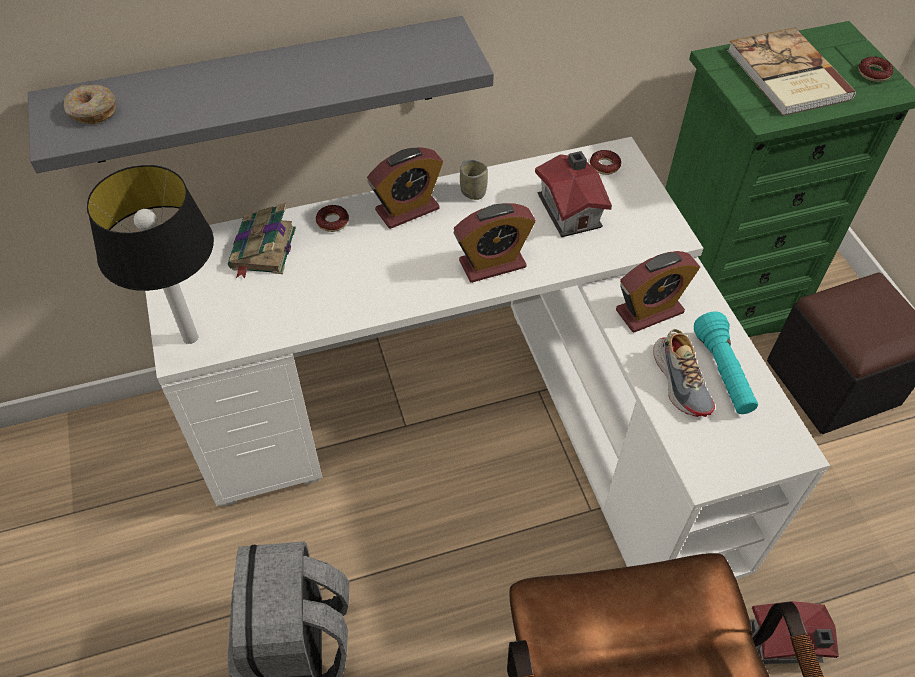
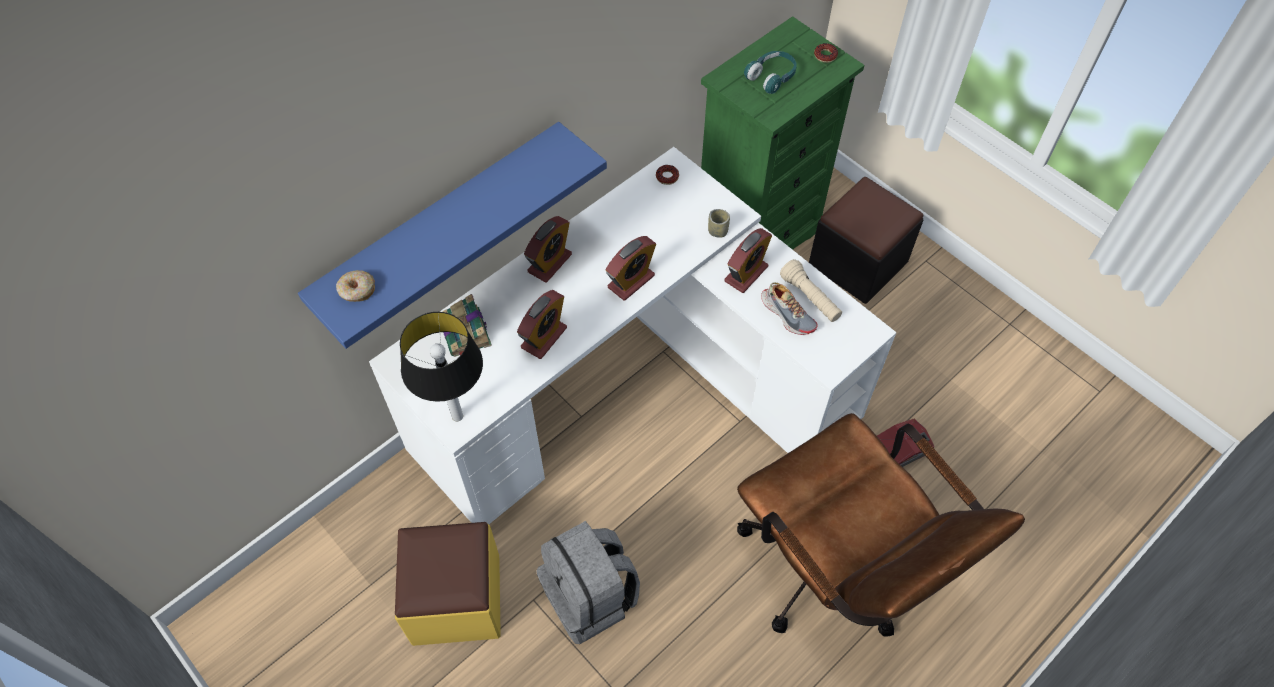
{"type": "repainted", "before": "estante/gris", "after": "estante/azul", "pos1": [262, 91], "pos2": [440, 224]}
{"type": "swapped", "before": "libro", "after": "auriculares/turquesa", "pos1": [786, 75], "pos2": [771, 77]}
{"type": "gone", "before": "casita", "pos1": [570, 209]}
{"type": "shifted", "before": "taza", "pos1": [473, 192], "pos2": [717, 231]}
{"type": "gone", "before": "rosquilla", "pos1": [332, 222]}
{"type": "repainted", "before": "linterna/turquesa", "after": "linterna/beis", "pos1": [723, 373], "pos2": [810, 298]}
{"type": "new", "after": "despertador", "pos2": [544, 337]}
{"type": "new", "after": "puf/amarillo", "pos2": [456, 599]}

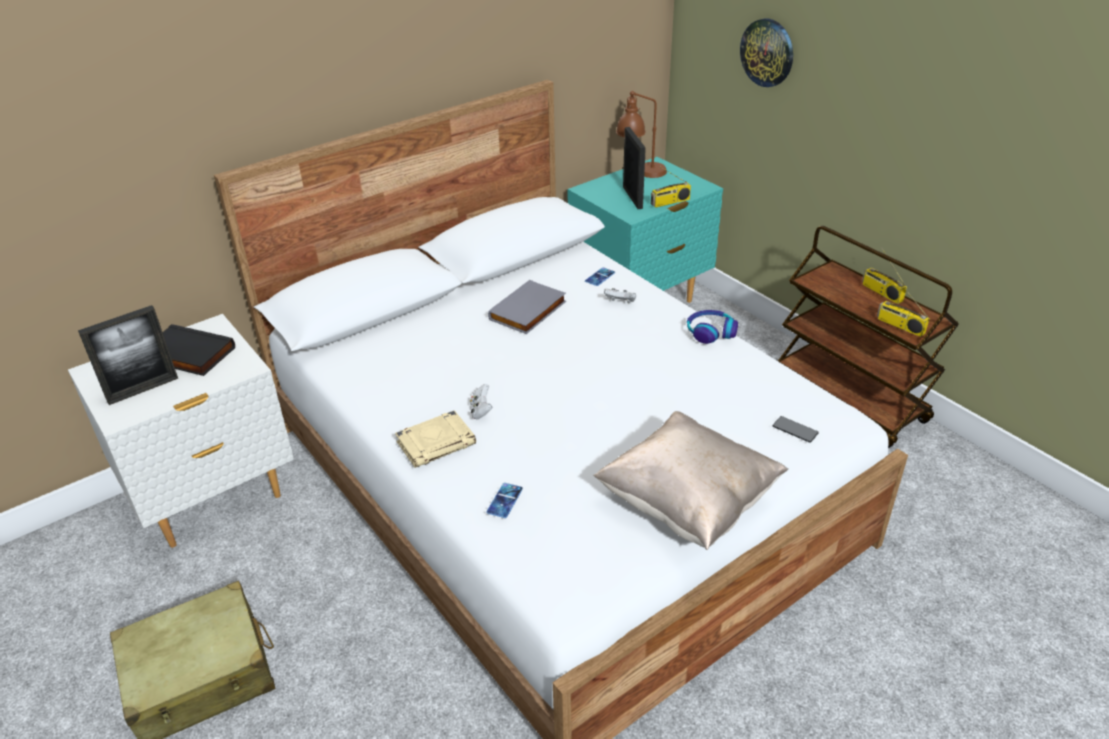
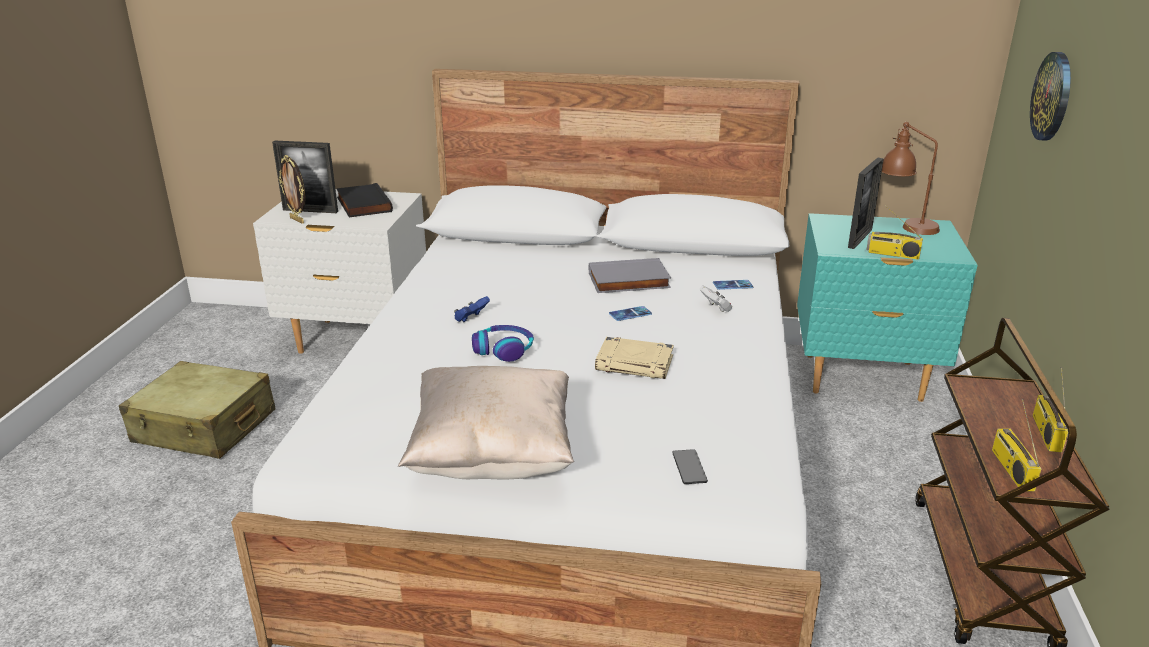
{"type": "shifted", "before": "auriculares", "pos1": [710, 332], "pos2": [504, 349]}
{"type": "repainted", "before": "mando de consola/blanco", "after": "mando de consola/azul", "pos1": [481, 411], "pos2": [471, 319]}
{"type": "shifted", "before": "libro/beis", "pos1": [436, 443], "pos2": [635, 363]}
{"type": "shifted", "before": "móvil", "pos1": [504, 500], "pos2": [630, 314]}
{"type": "new", "after": "portarretratos", "pos2": [298, 220]}

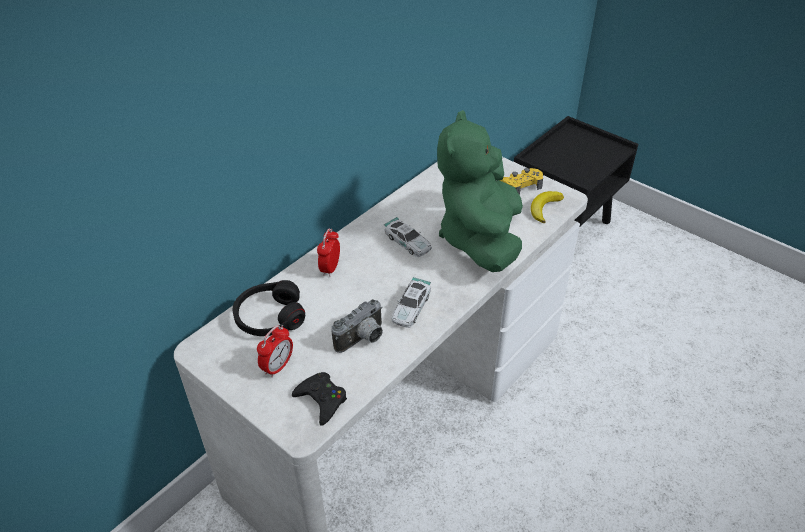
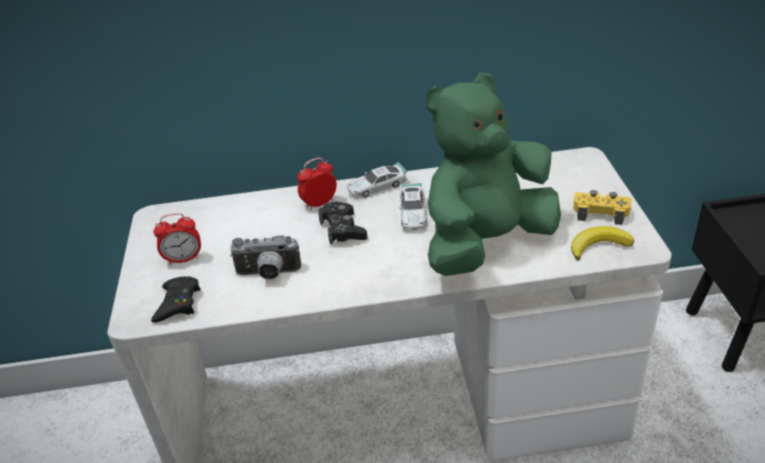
{"type": "shifted", "before": "coche de juguete", "pos1": [411, 307], "pos2": [377, 186]}
{"type": "gone", "before": "auriculares/negro", "pos1": [269, 317]}
{"type": "new", "after": "mando de consola/negro", "pos2": [342, 229]}

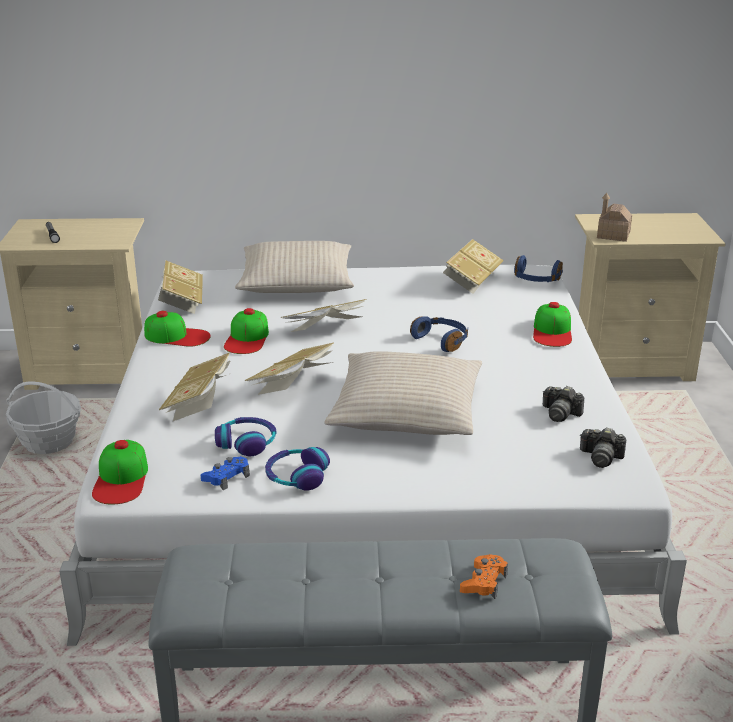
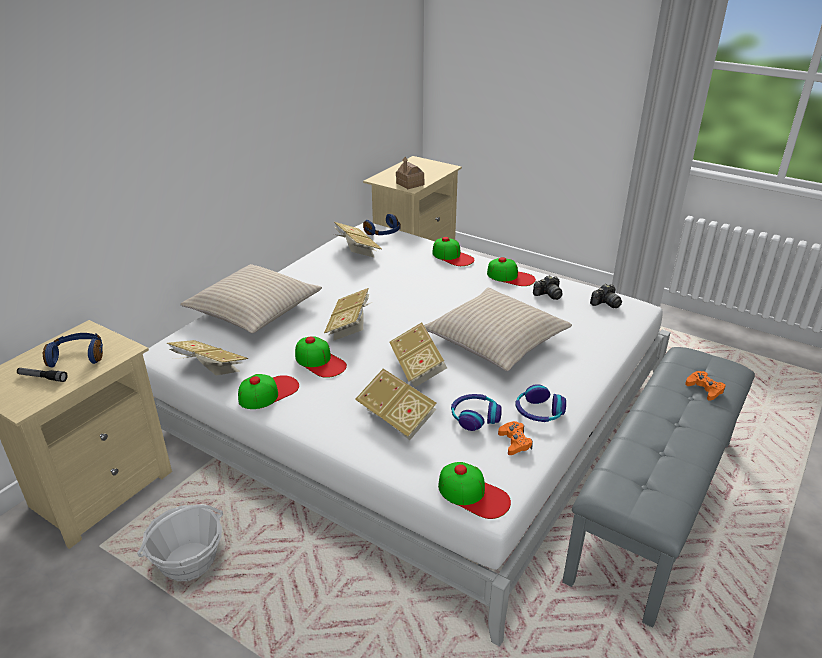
{"type": "shifted", "before": "auriculares/azul", "pos1": [442, 341], "pos2": [78, 356]}
{"type": "repainted", "before": "mando de consola/azul", "after": "mando de consola/naranja", "pos1": [226, 477], "pos2": [514, 442]}
{"type": "new", "after": "gorra", "pos2": [511, 276]}

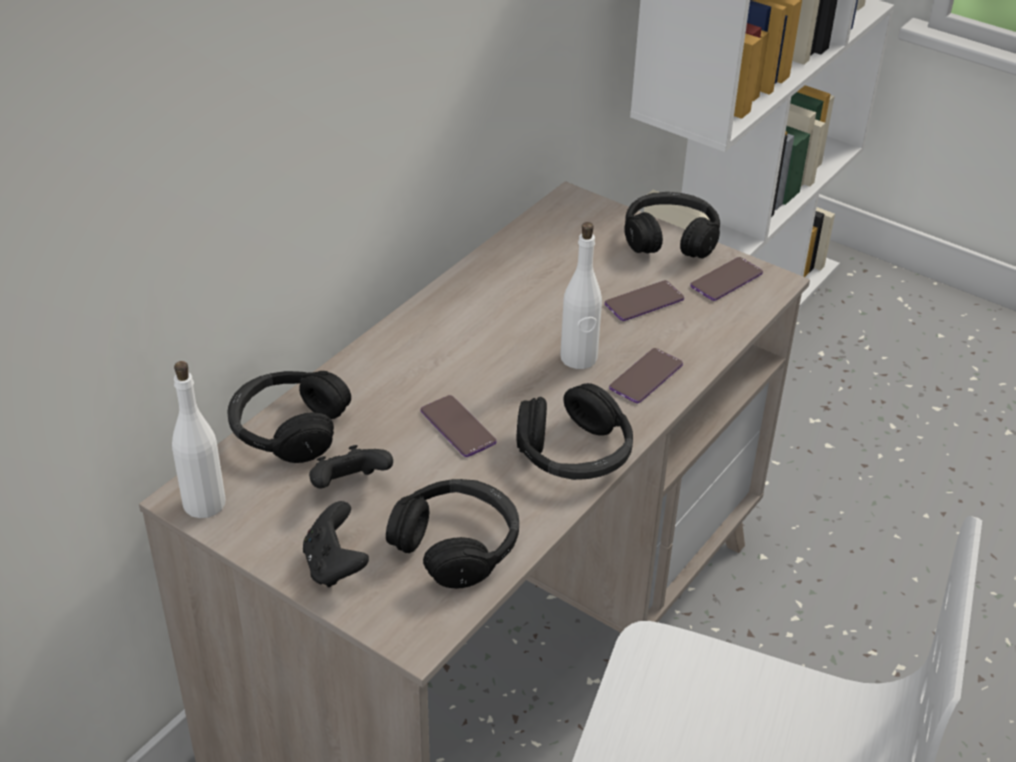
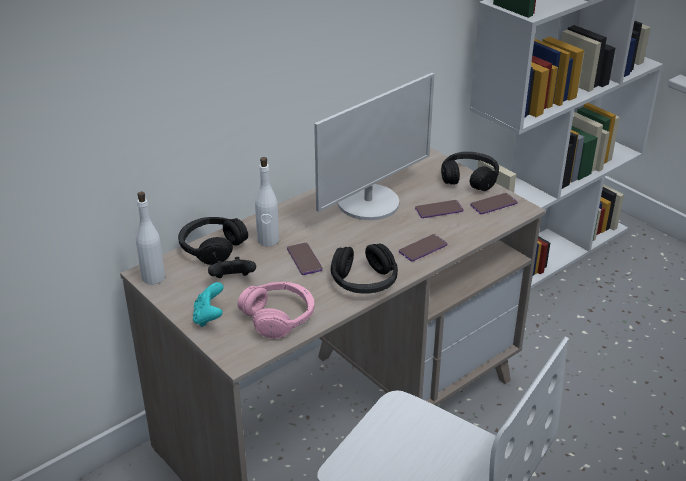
{"type": "shifted", "before": "botella/blanco", "pos1": [579, 358], "pos2": [268, 240]}
{"type": "repainted", "before": "auriculares/negro", "after": "auriculares/rosa", "pos1": [457, 544], "pos2": [279, 317]}
{"type": "repainted", "before": "mando de consola/negro", "after": "mando de consola/turquesa", "pos1": [334, 565], "pos2": [209, 317]}
{"type": "new", "after": "monitor", "pos2": [369, 203]}

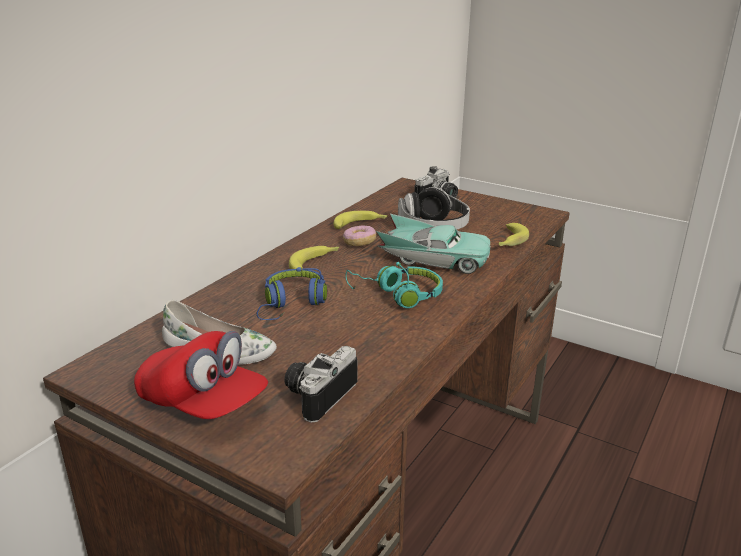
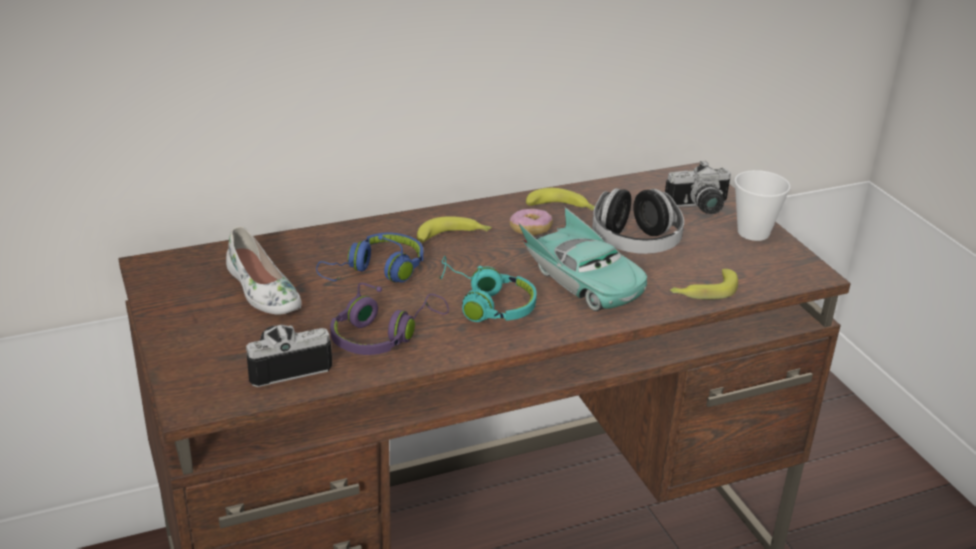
{"type": "gone", "before": "gorra/rojo", "pos1": [203, 403]}
{"type": "new", "after": "taza", "pos2": [753, 232]}
{"type": "new", "after": "auriculares/morado", "pos2": [383, 335]}

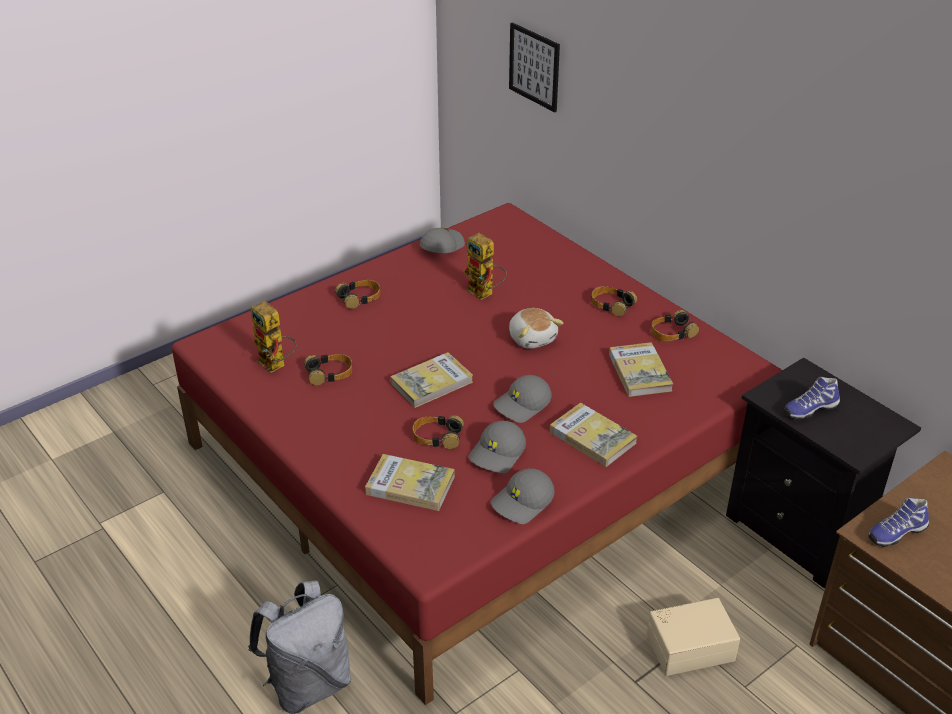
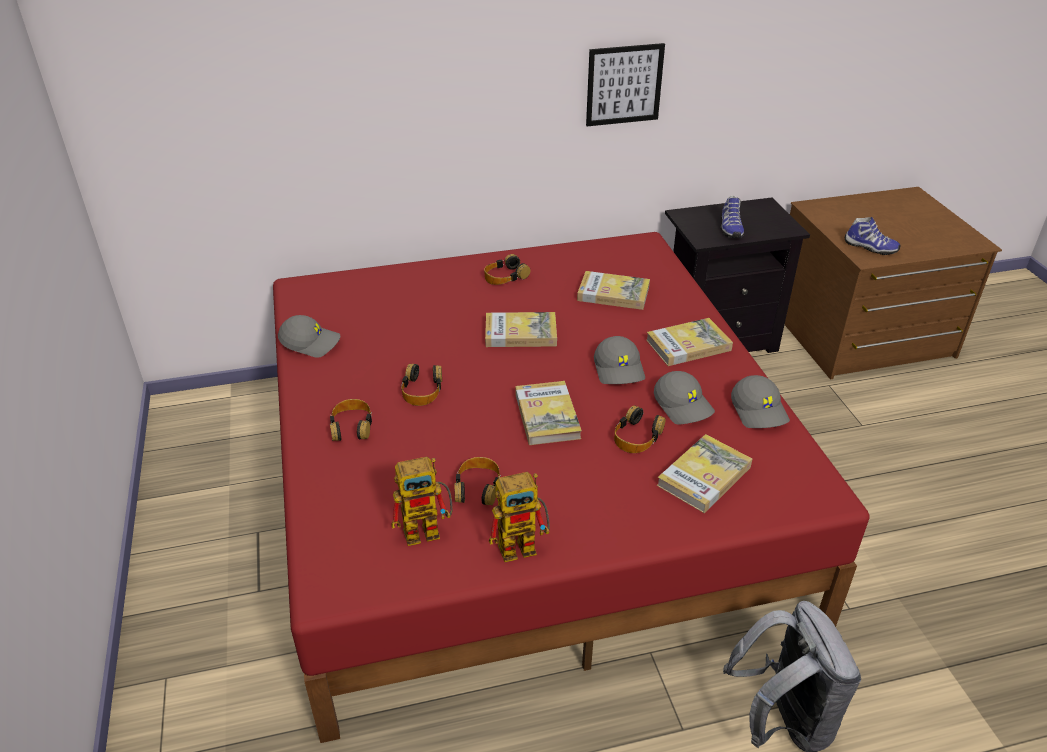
{"type": "shifted", "before": "cuadro", "pos1": [534, 67], "pos2": [624, 84]}
{"type": "rotated", "before": "gorra/gris", "pos1": [441, 246], "pos2": [311, 342], "turn": 135}
{"type": "shifted", "before": "robot de juguete", "pos1": [485, 293], "pos2": [524, 544]}
{"type": "swapped", "before": "peluche", "after": "libro", "pos1": [532, 338], "pos2": [520, 333]}
{"type": "shifted", "before": "auriculares", "pos1": [672, 332], "pos2": [422, 390]}
{"type": "rotated", "before": "zapato", "pos1": [896, 532], "pos2": [870, 248], "turn": -60}
{"type": "gone", "before": "caja de almacenaje/beis", "pos1": [689, 645]}

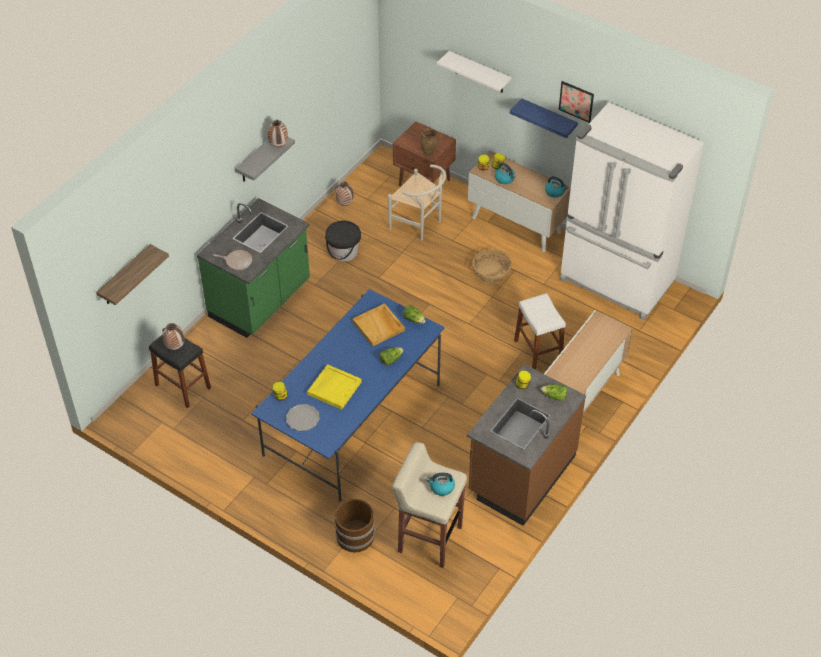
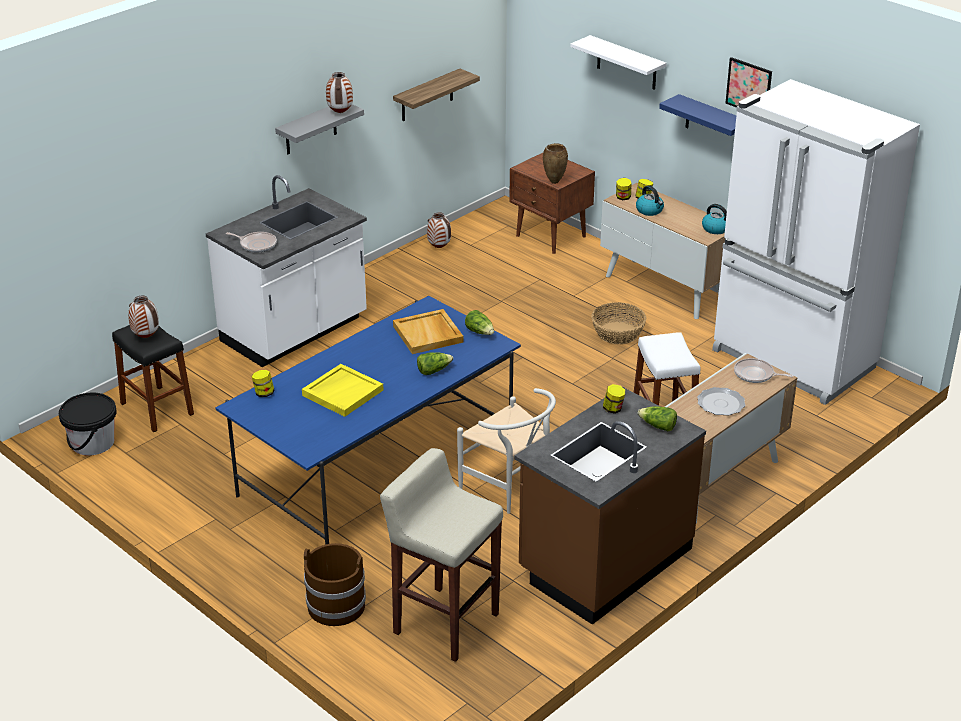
{"type": "shifted", "before": "silla/blanco", "pos1": [419, 225], "pos2": [510, 490]}
{"type": "repainted", "before": "mueble bajo de cocina/verde", "after": "mueble bajo de cocina/blanco", "pos1": [261, 301], "pos2": [295, 331]}
{"type": "shifted", "before": "cubo/negro", "pos1": [343, 252], "pos2": [92, 443]}
{"type": "shifted", "before": "estante", "pos1": [125, 276], "pos2": [427, 96]}
{"type": "shifted", "before": "plato", "pos1": [303, 419], "pos2": [721, 404]}
{"type": "gone", "before": "hervidor", "pos1": [441, 487]}
{"type": "new", "after": "sartén", "pos2": [756, 374]}

